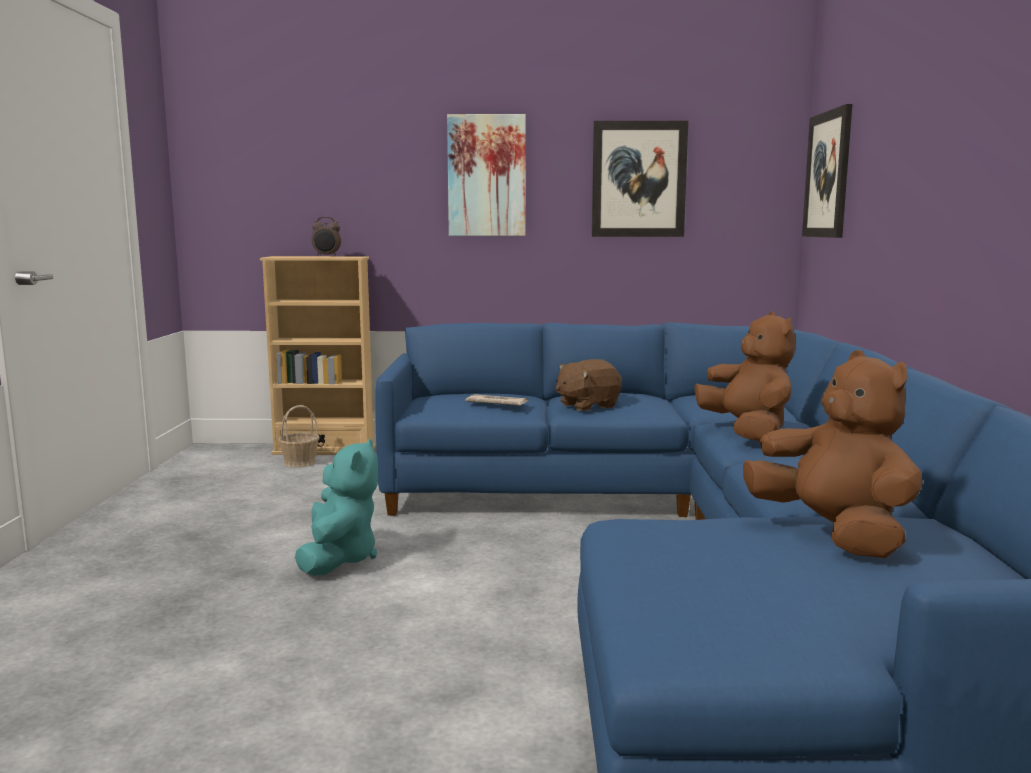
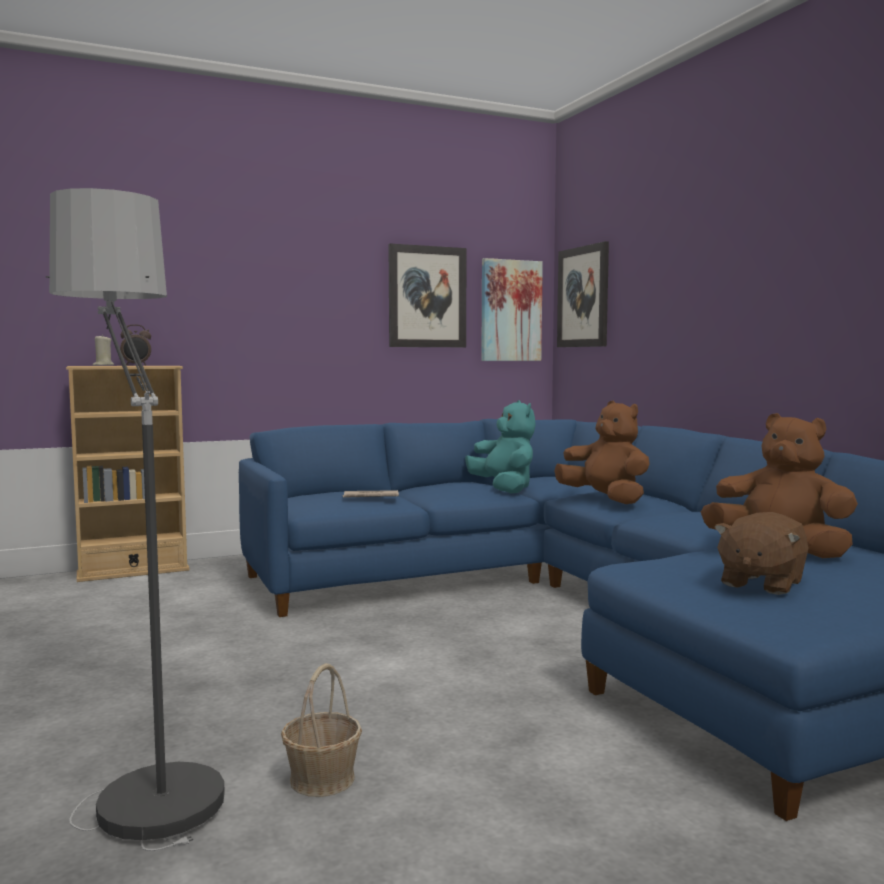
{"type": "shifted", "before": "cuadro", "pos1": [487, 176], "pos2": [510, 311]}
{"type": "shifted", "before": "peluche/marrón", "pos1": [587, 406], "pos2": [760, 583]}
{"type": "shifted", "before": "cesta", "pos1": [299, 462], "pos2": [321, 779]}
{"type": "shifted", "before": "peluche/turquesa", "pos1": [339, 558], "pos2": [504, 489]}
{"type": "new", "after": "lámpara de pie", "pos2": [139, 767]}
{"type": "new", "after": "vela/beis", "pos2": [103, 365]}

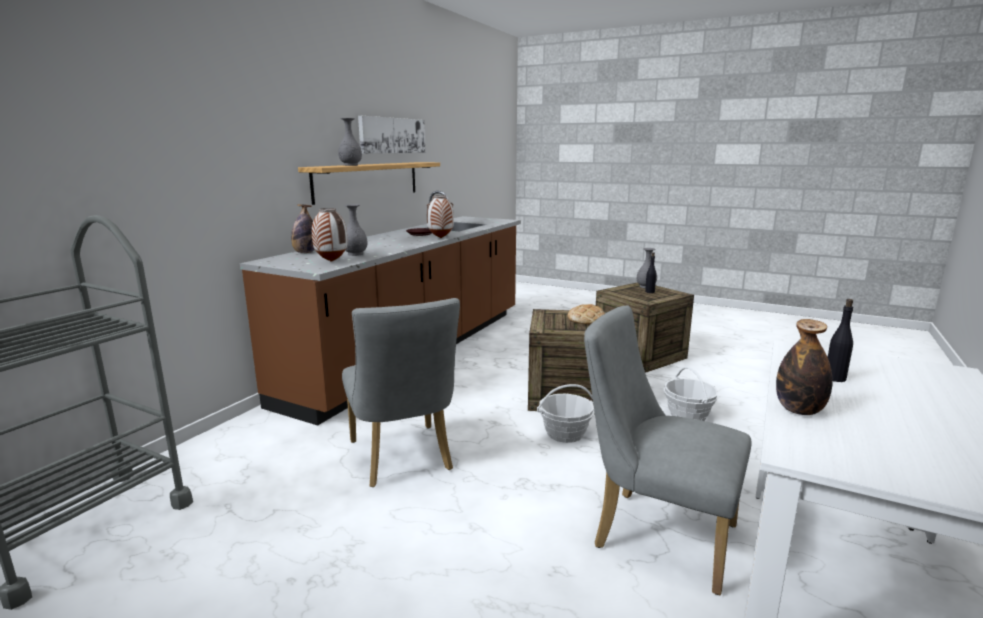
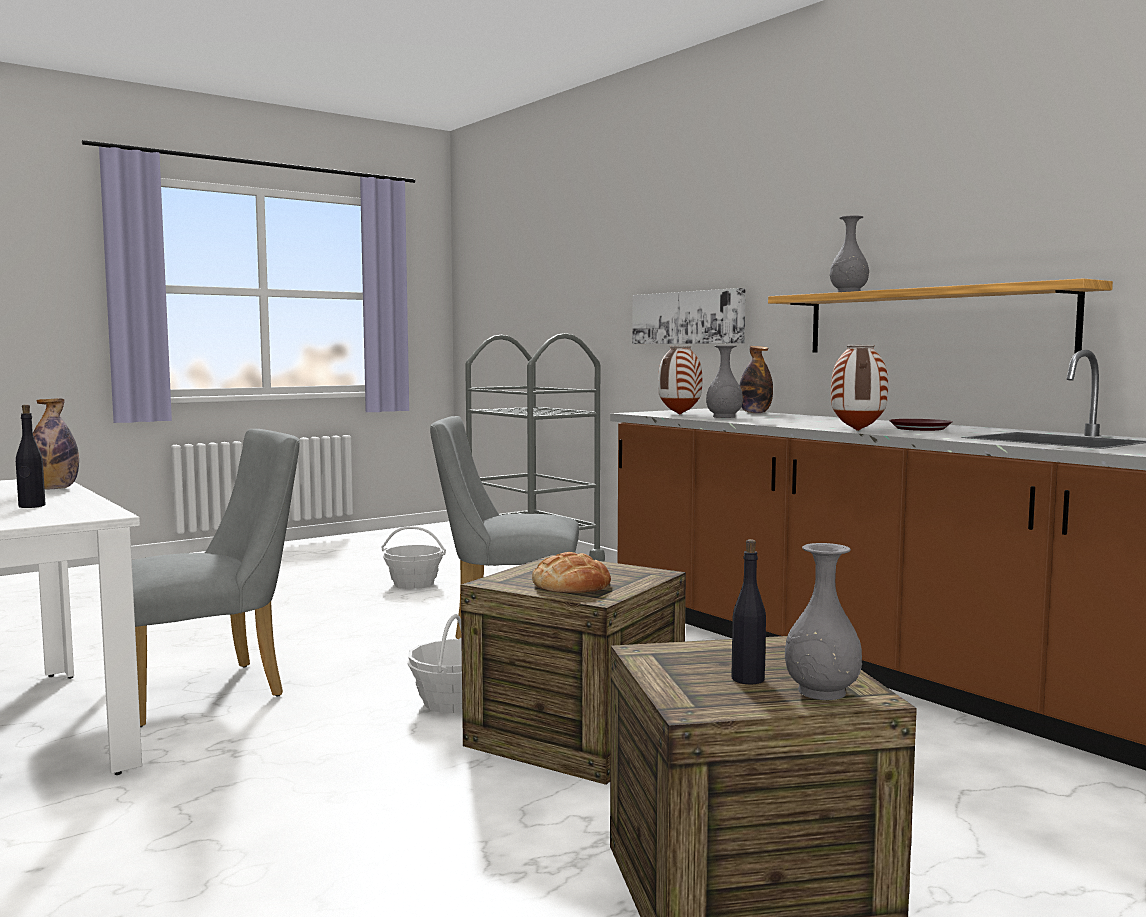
{"type": "shifted", "before": "cuadro", "pos1": [392, 135], "pos2": [688, 317]}
{"type": "shifted", "before": "cesta", "pos1": [688, 415], "pos2": [413, 584]}

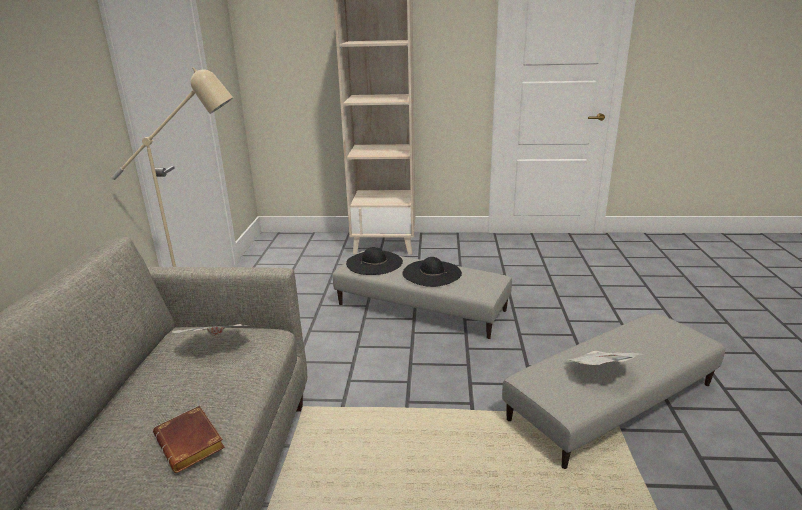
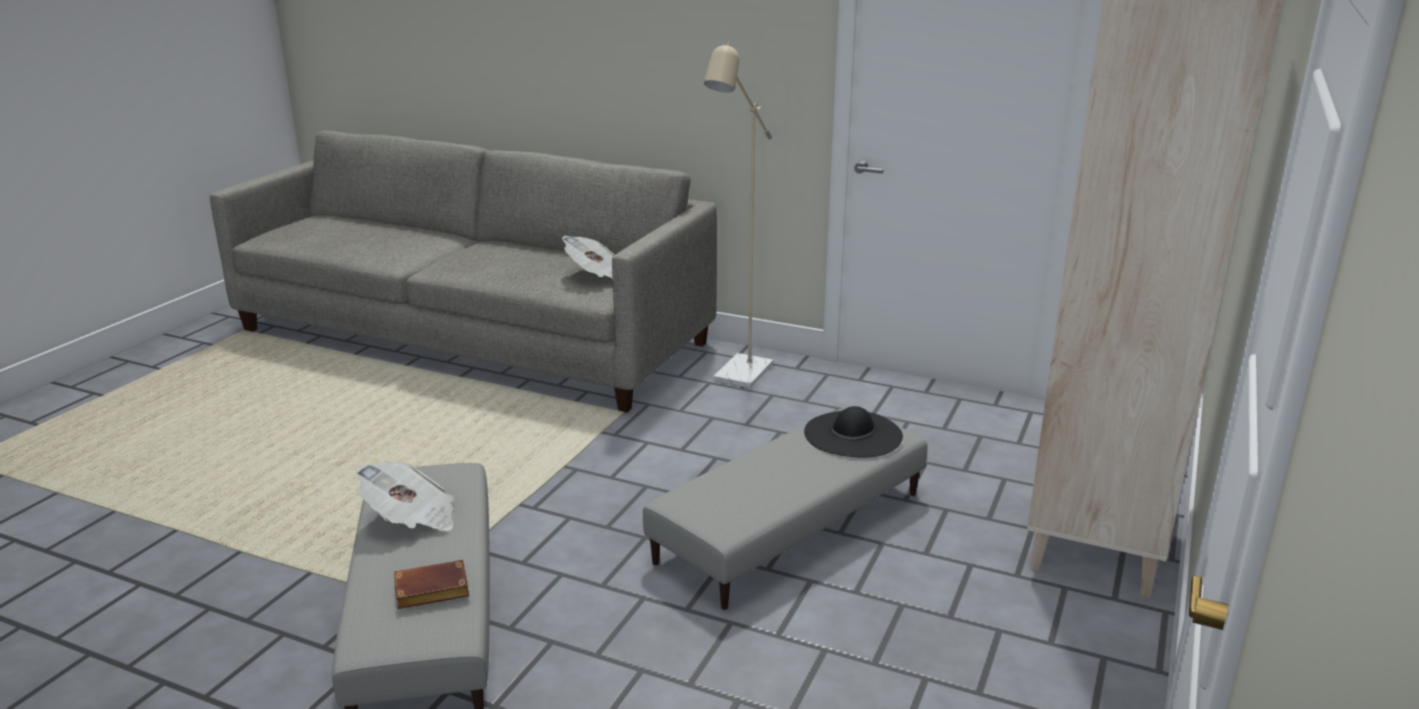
{"type": "gone", "before": "sombrero/negro", "pos1": [431, 273]}
{"type": "shifted", "before": "libro/marrón", "pos1": [192, 444], "pos2": [430, 592]}

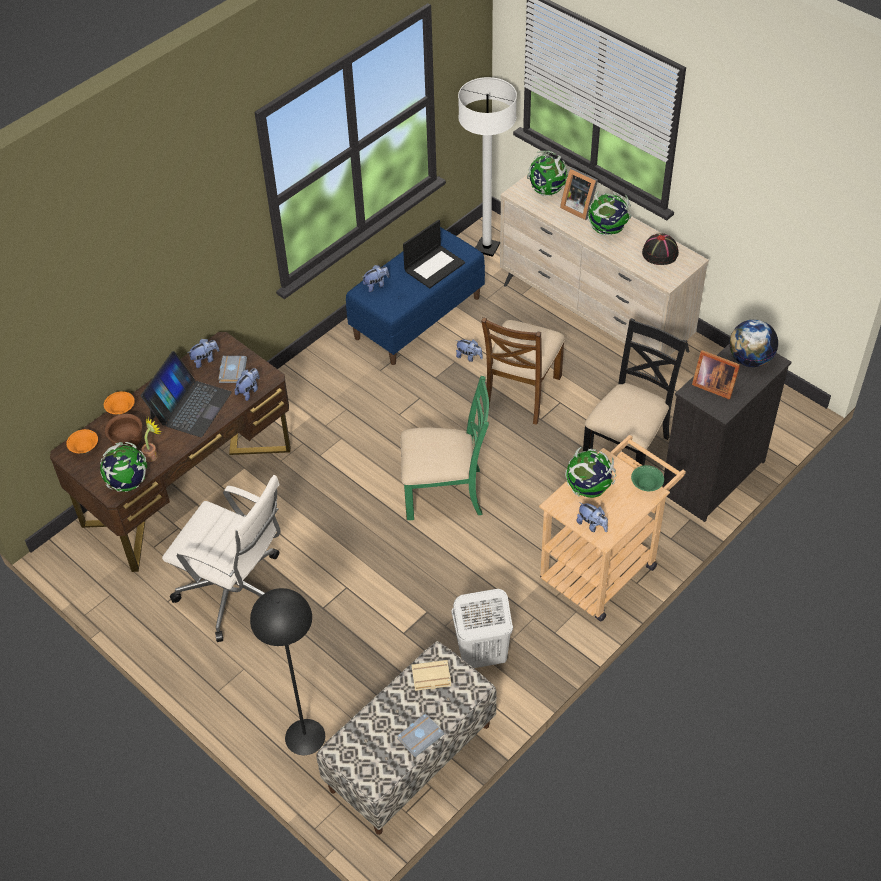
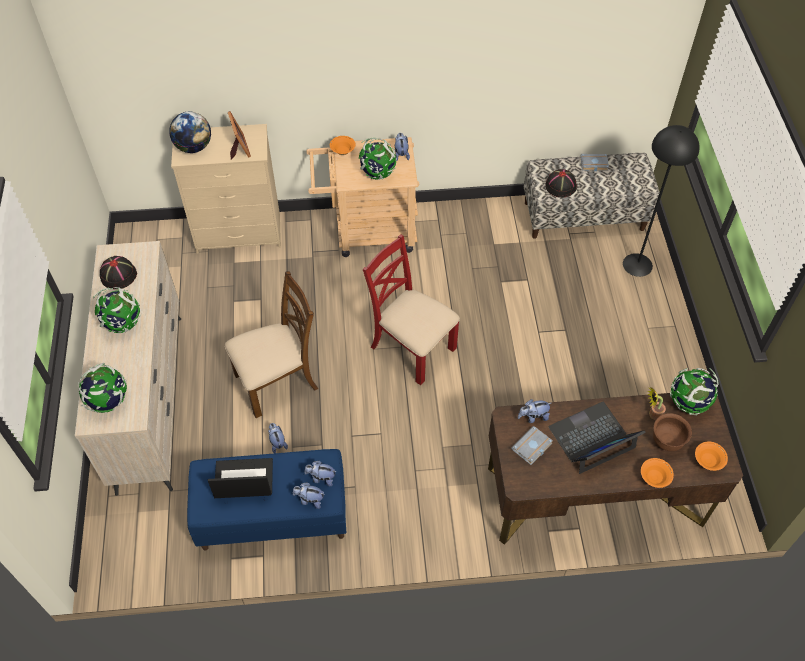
{"type": "gone", "before": "lámpara de pie/blanco", "pos1": [486, 248]}
{"type": "gone", "before": "portarretratos", "pos1": [579, 207]}
{"type": "gone", "before": "silla/negro", "pos1": [628, 448]}
{"type": "shifted", "before": "peluche", "pos1": [205, 360], "pos2": [321, 478]}
{"type": "repainted", "before": "cómoda/negro", "after": "cómoda/beis", "pos1": [712, 477], "pos2": [239, 234]}
{"type": "repainted", "before": "silla/verde", "after": "silla/rojo", "pos1": [444, 492], "pos2": [412, 347]}
{"type": "repainted", "before": "cuenco/verde", "after": "cuenco/naranja", "pos1": [646, 486], "pos2": [343, 152]}
{"type": "gone", "before": "silla de oficina/blanco", "pos1": [237, 593]}
{"type": "gone", "before": "cesto de la ropa/blanco", "pos1": [481, 656]}
{"type": "swapped", "before": "libro/beis", "after": "sombrero/negro", "pos1": [430, 678], "pos2": [561, 186]}

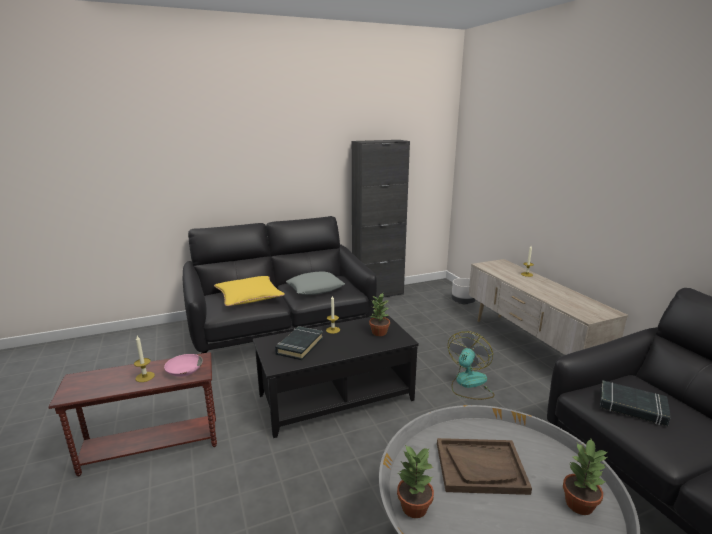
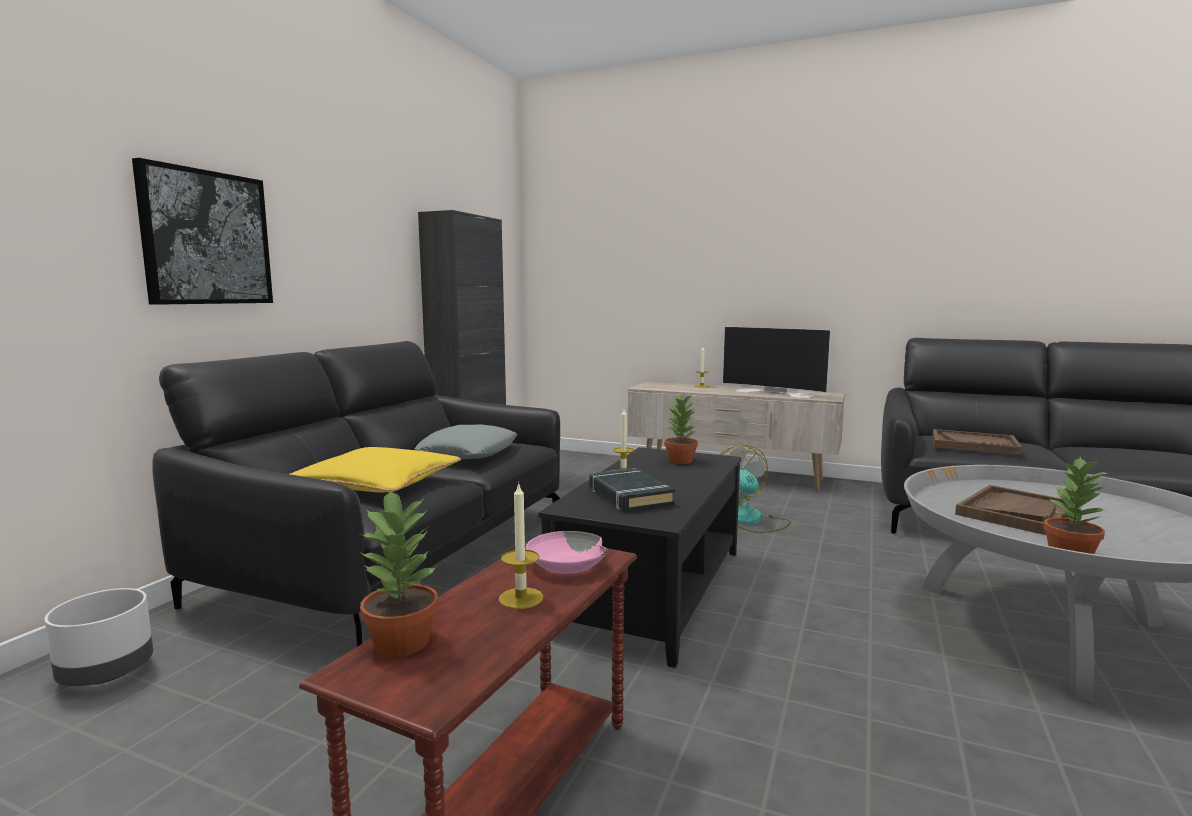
{"type": "shifted", "before": "maceta/gris", "pos1": [463, 302], "pos2": [106, 674]}
{"type": "swapped", "before": "libro/negro", "after": "bandeja/marrón", "pos1": [632, 407], "pos2": [974, 444]}
{"type": "shifted", "before": "planta en maceta", "pos1": [580, 504], "pos2": [403, 641]}
{"type": "new", "after": "cuadro", "pos2": [206, 238]}
{"type": "new", "after": "televisor", "pos2": [775, 392]}

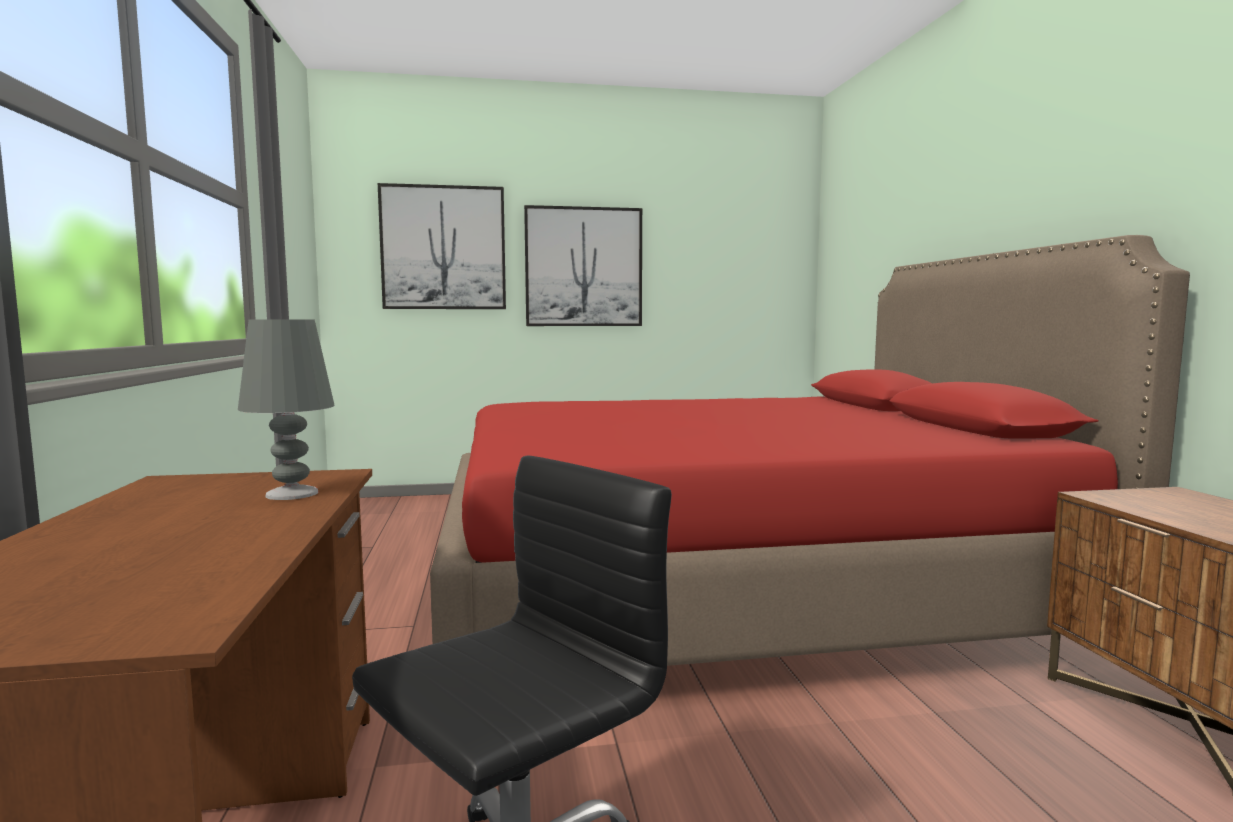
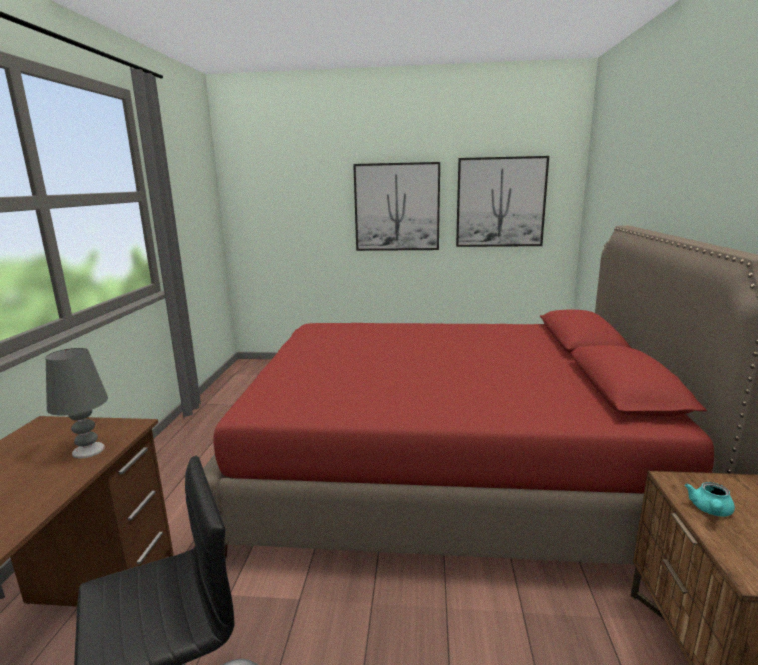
{"type": "shifted", "before": "cuadro", "pos1": [443, 248], "pos2": [500, 202]}
{"type": "new", "after": "tetera/turquesa", "pos2": [710, 510]}

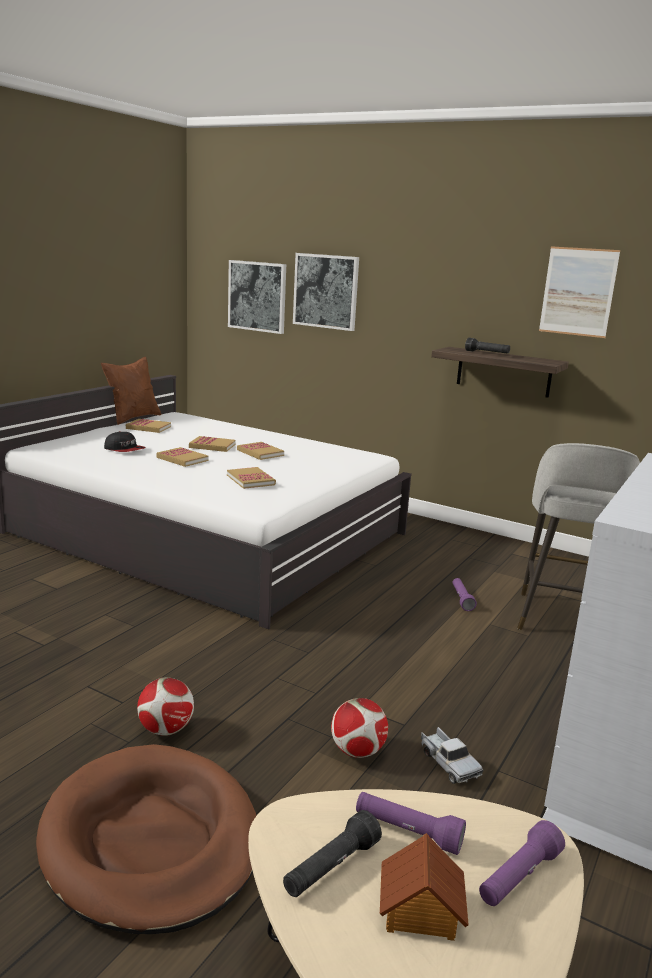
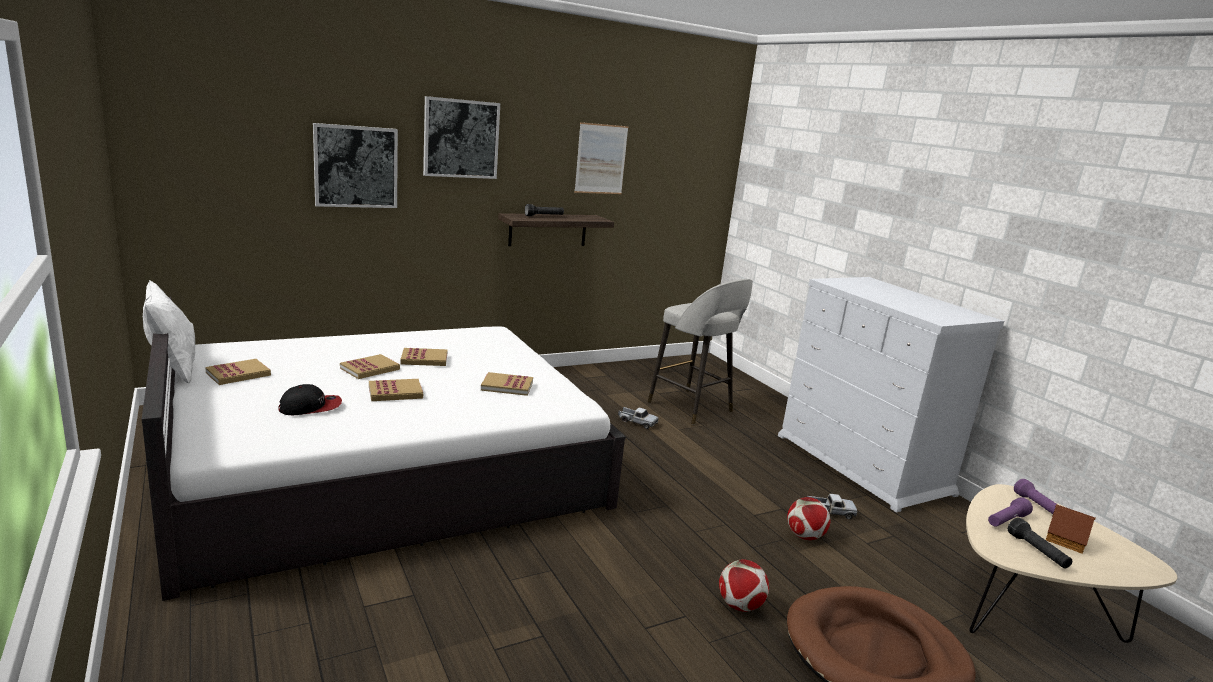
{"type": "shifted", "before": "cuadro", "pos1": [257, 296], "pos2": [461, 138]}
{"type": "repainted", "before": "cojín/marrón", "after": "cojín/blanco", "pos1": [133, 418], "pos2": [173, 370]}
{"type": "swapped", "before": "linterna/morado", "after": "camión de juguete", "pos1": [461, 599], "pos2": [637, 422]}

